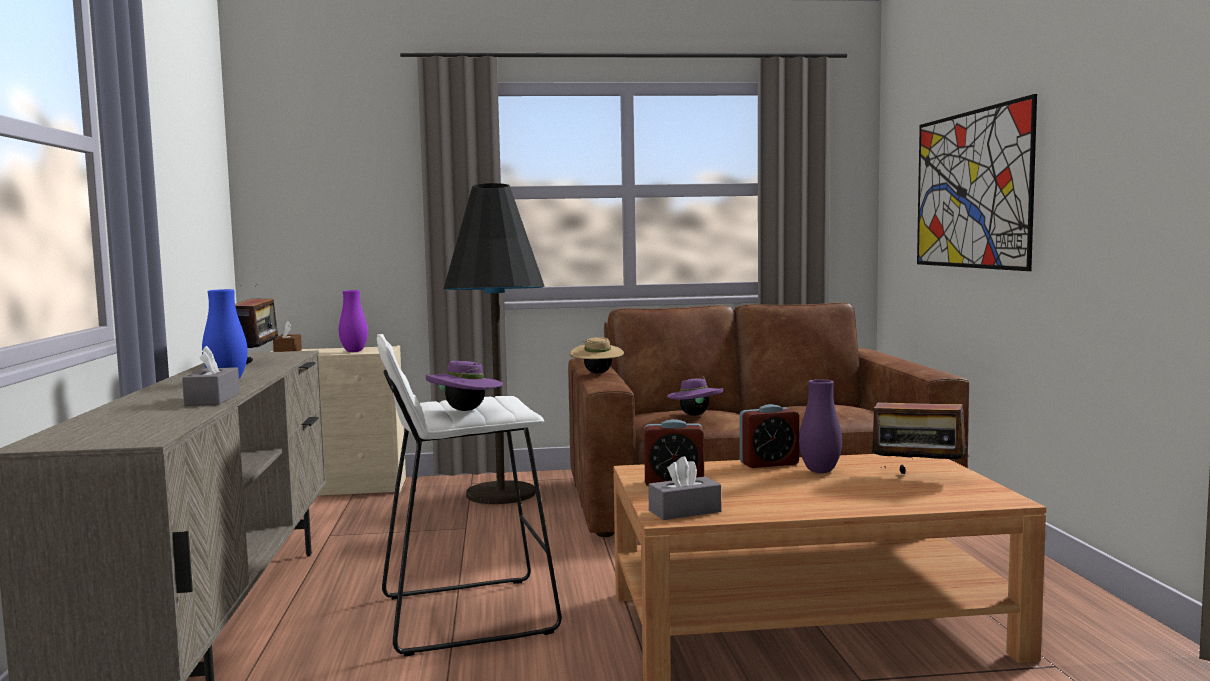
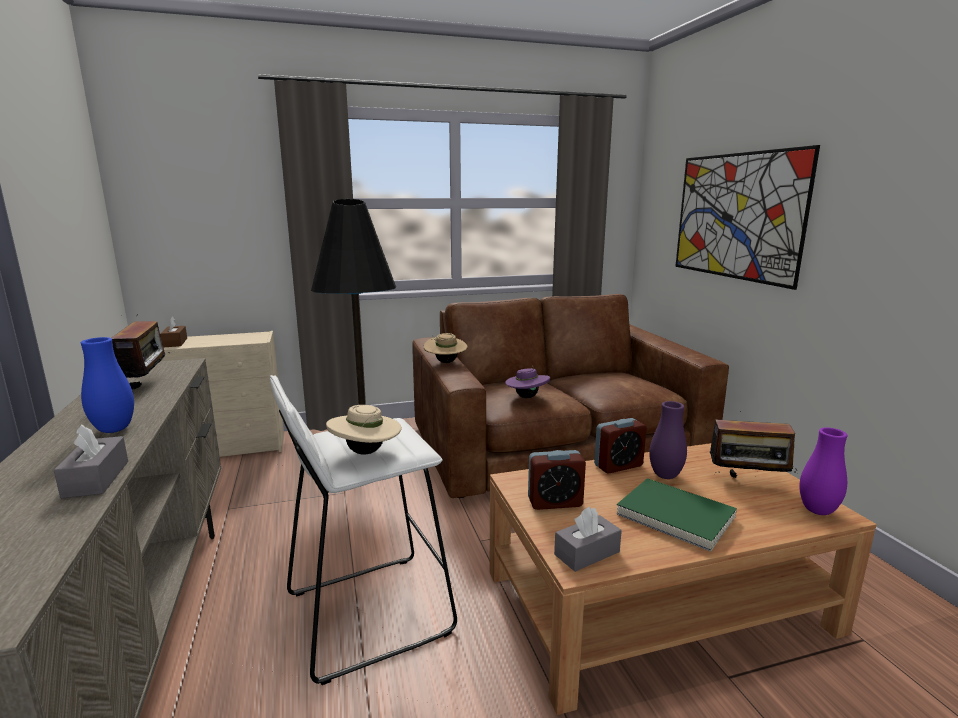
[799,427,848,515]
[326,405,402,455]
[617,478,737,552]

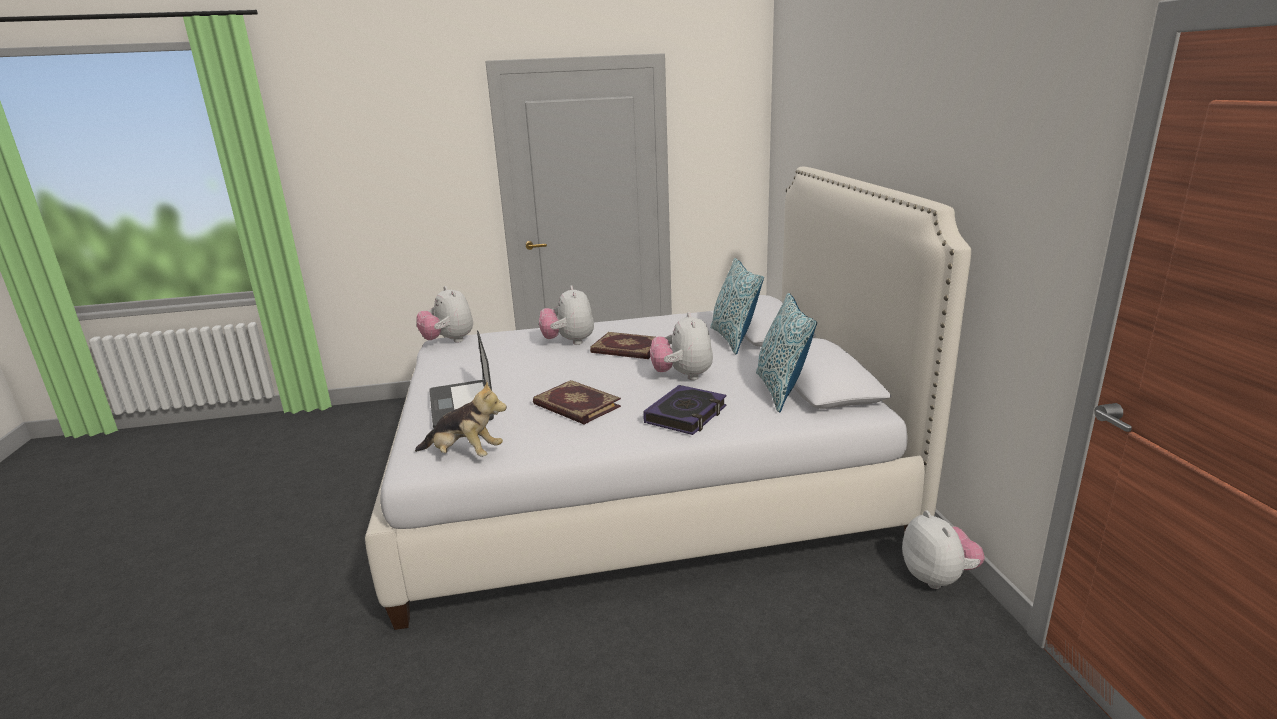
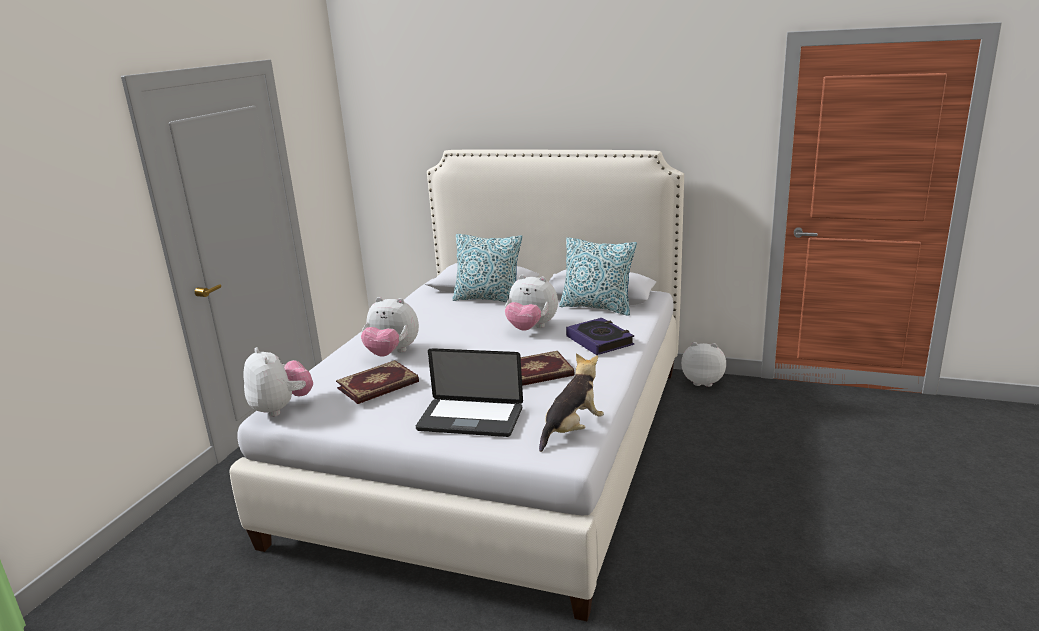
[243,347,313,417]
[336,360,419,404]

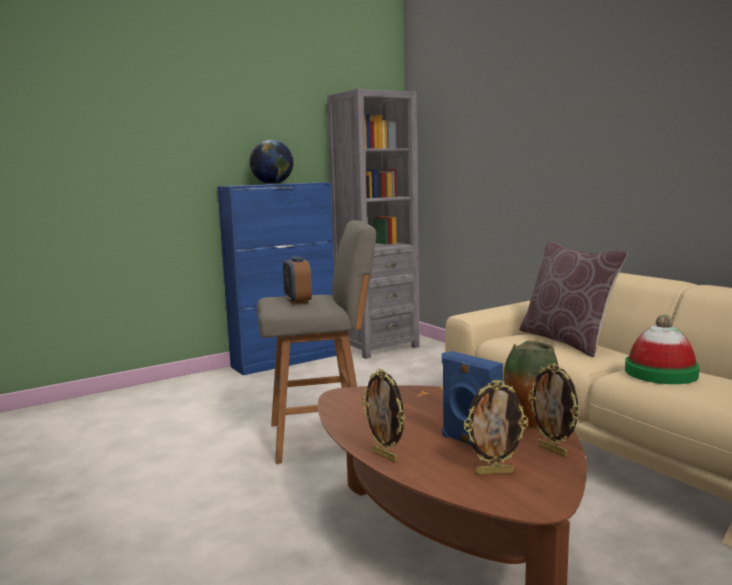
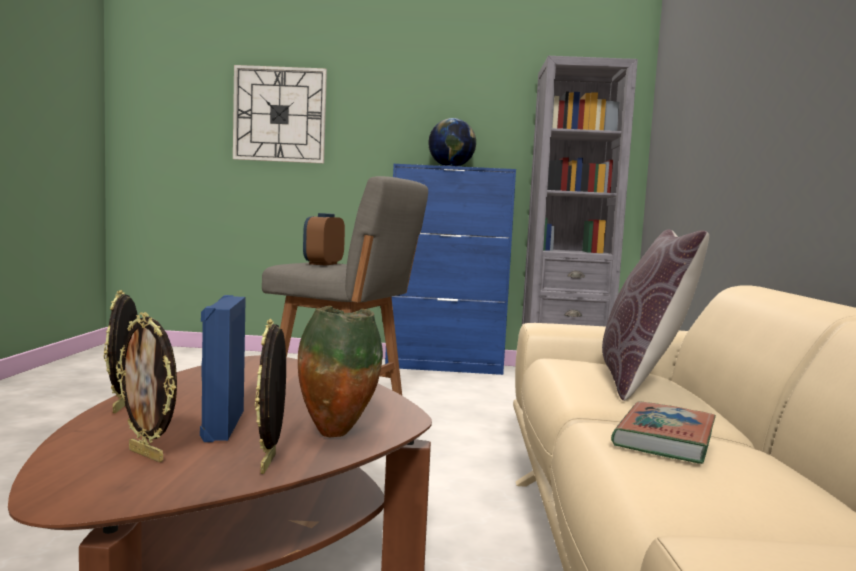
[611,401,716,464]
[233,65,327,164]

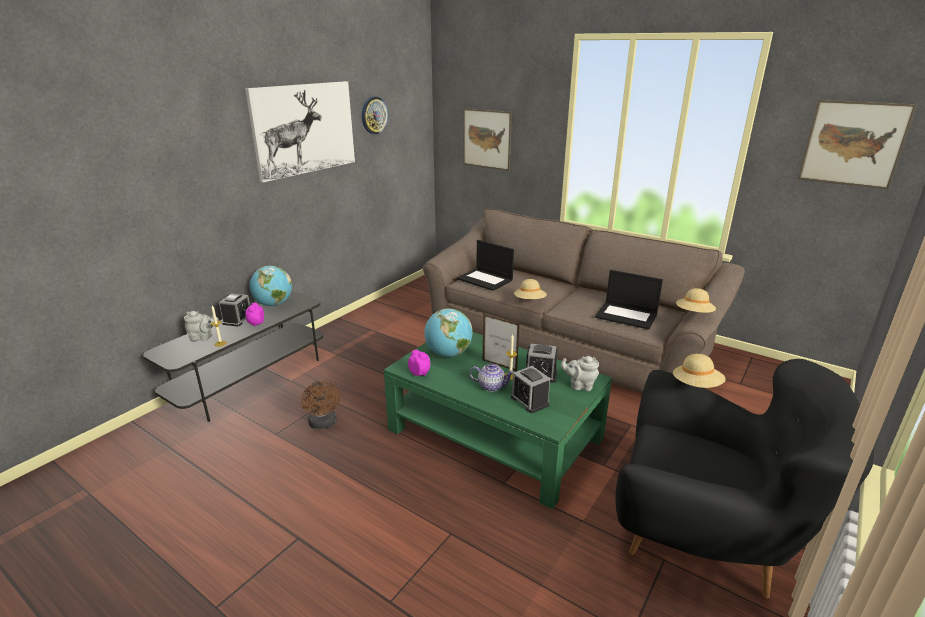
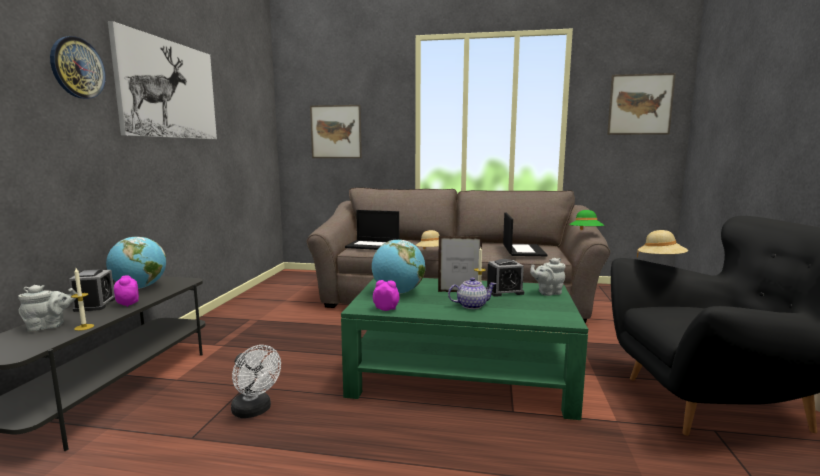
[231,345,281,418]
[50,36,106,99]
[511,366,550,413] (first image)
[503,212,548,256]
[569,210,605,230]

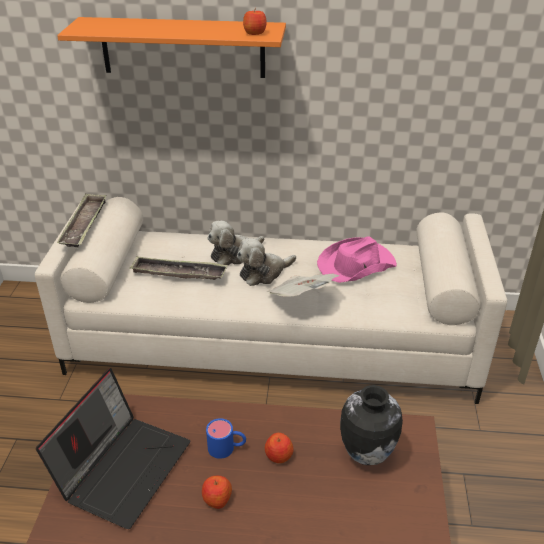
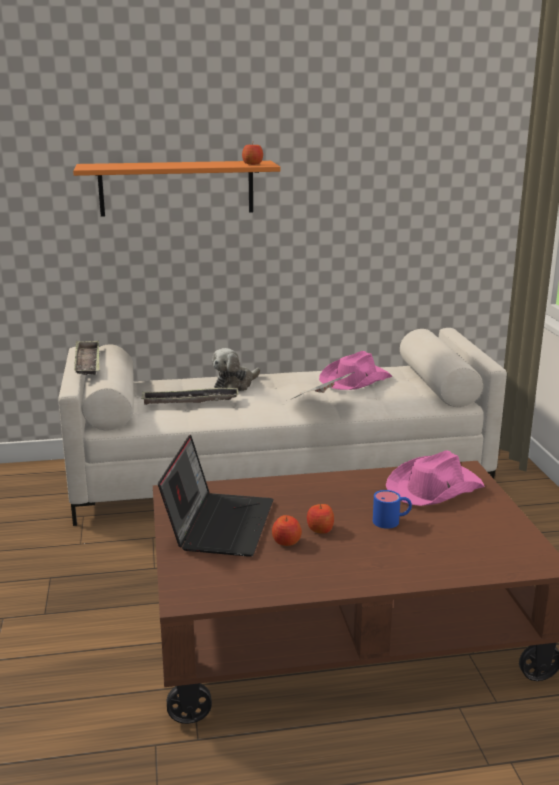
[373,490,412,529]
[237,238,296,286] (first image)
[272,515,302,546]
[386,451,485,506]

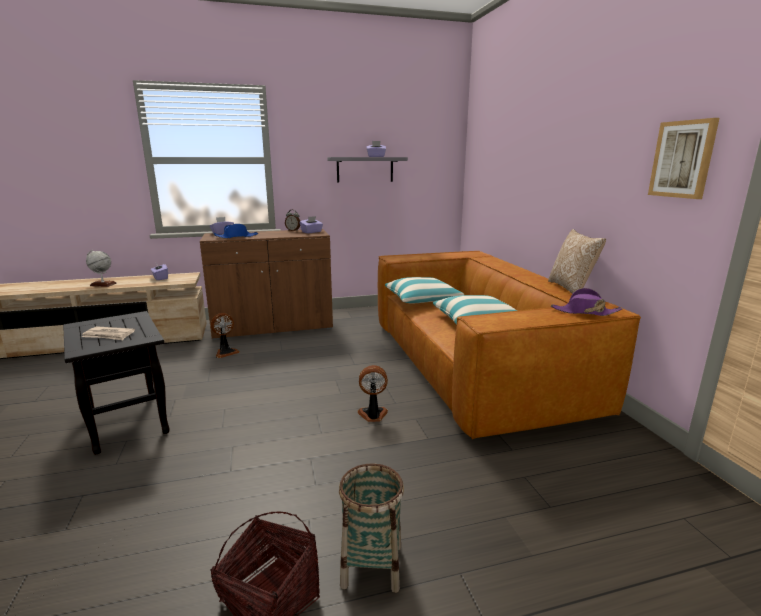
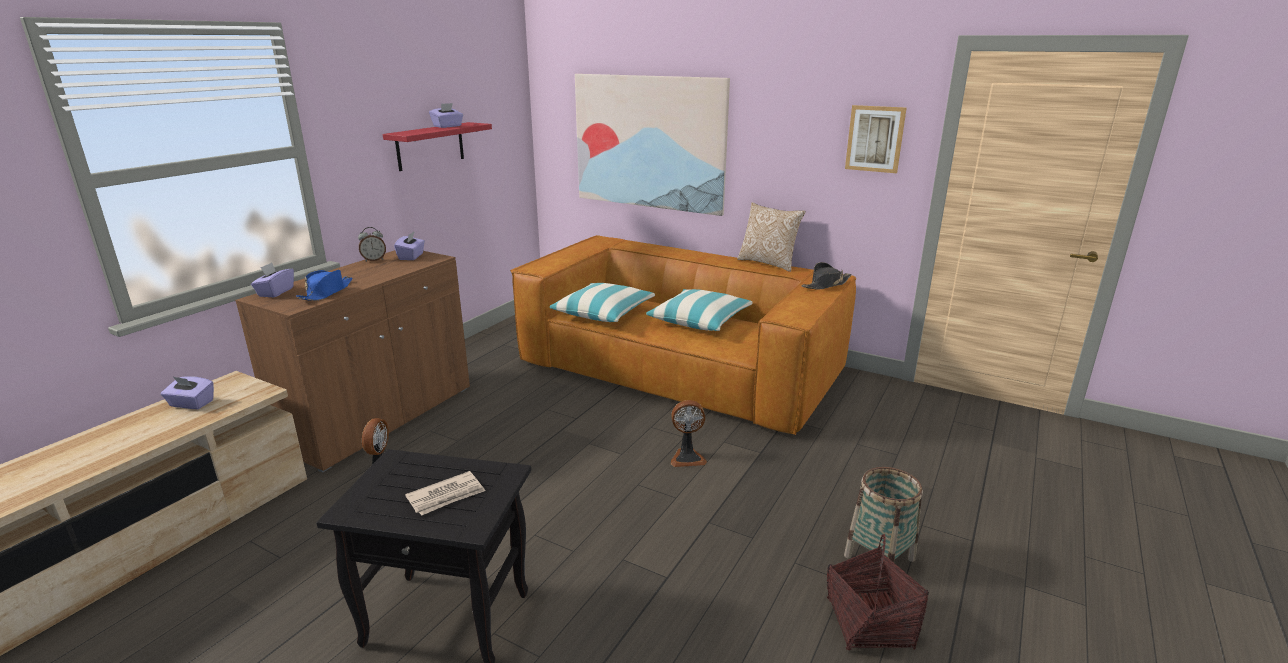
[86,250,117,287] (first image)
[383,122,492,171]
[670,400,707,467]
[801,262,852,289]
[575,74,730,216]

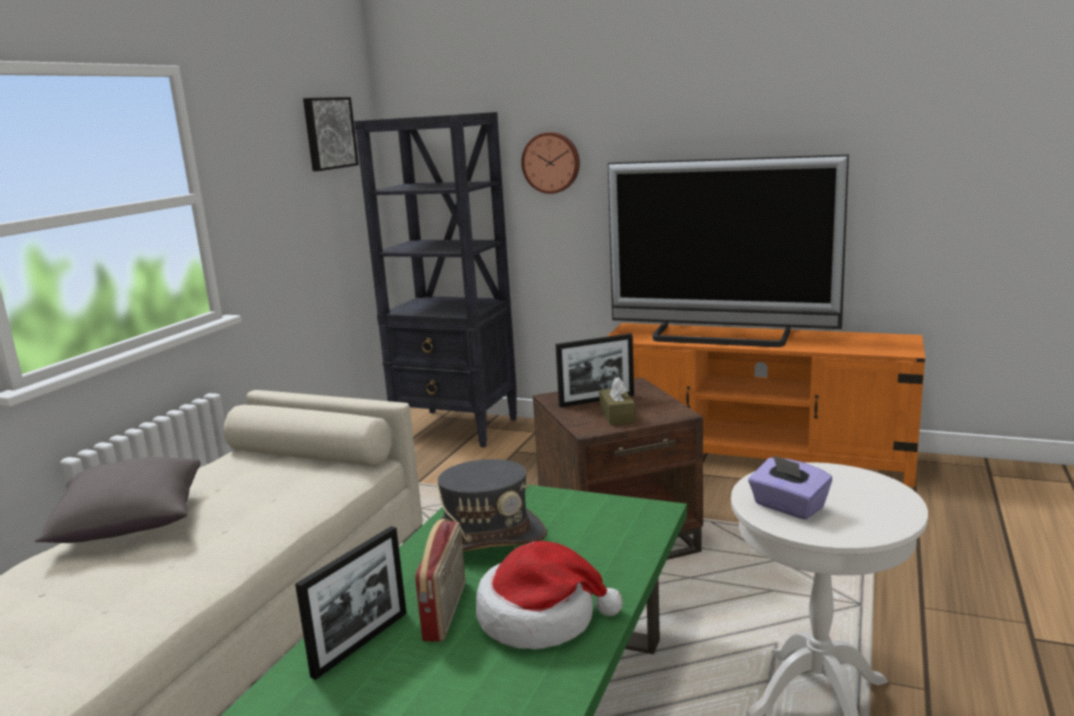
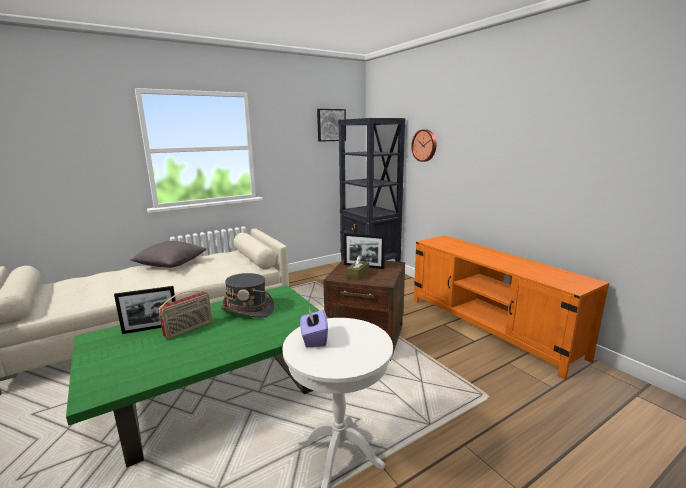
[476,541,622,649] (first image)
[608,154,849,347] (first image)

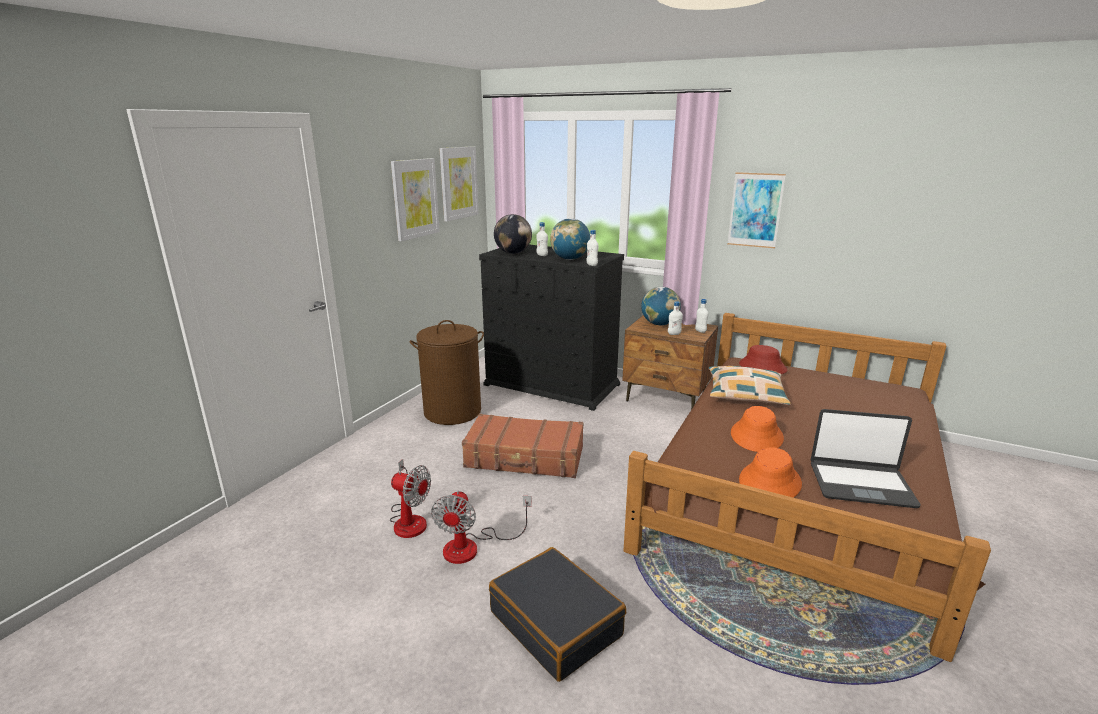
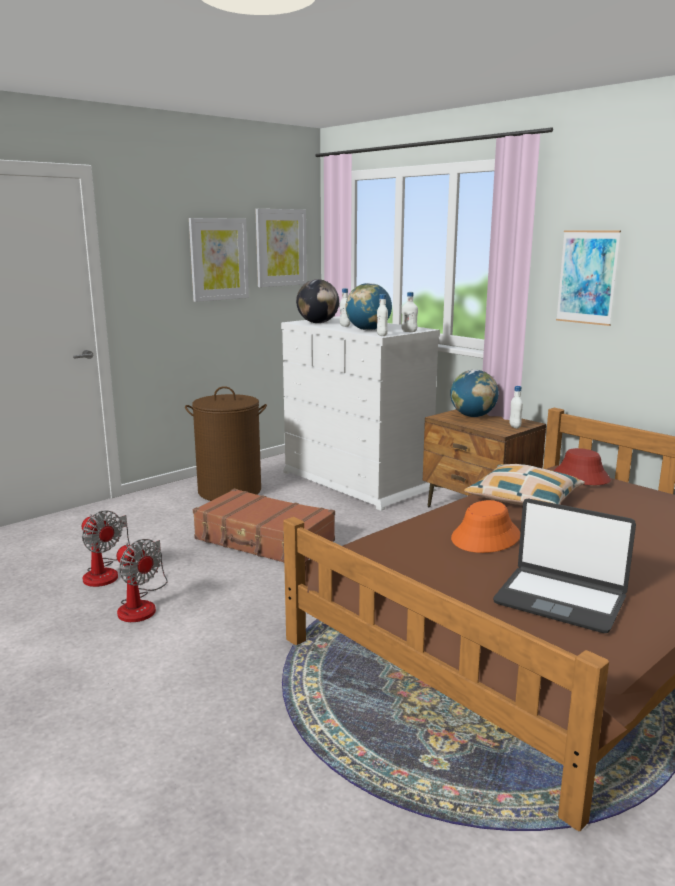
[117,539,168,622]
[281,316,440,511]
[489,547,626,682] (first image)
[401,292,418,332]
[739,447,802,498] (first image)

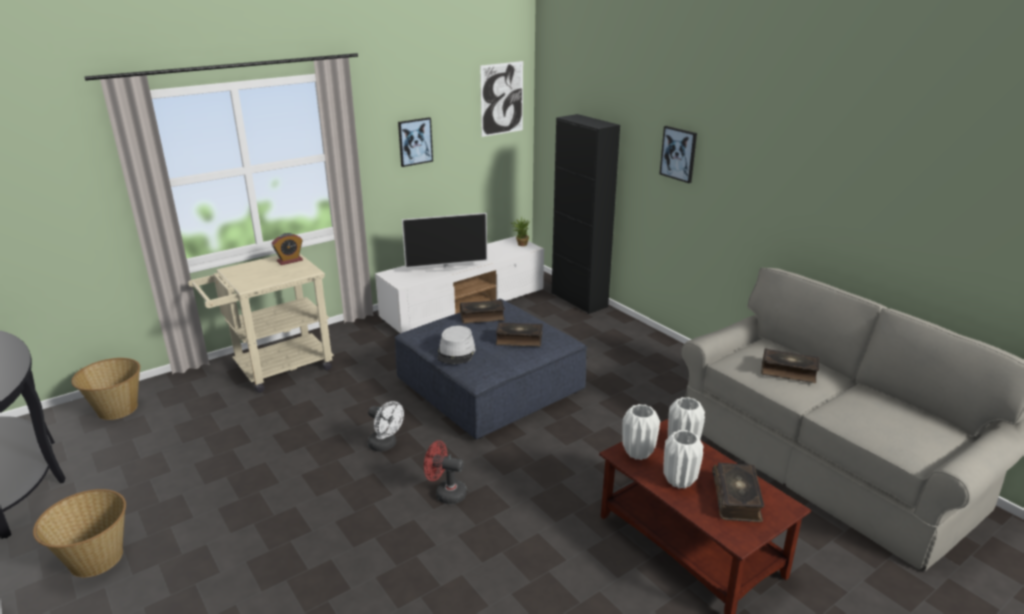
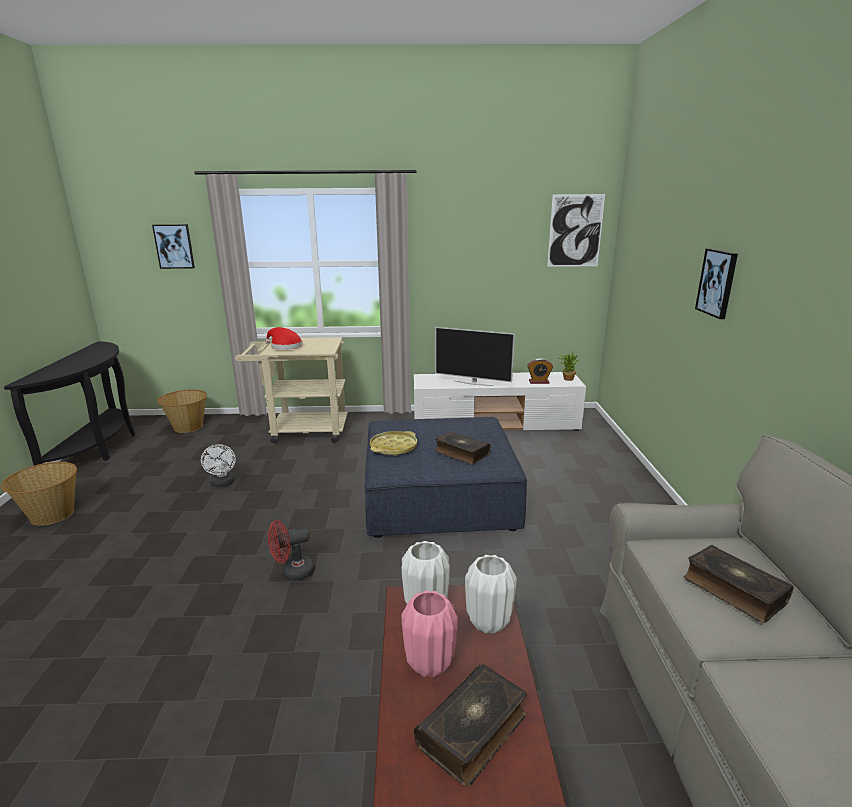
[527,358,553,384]
[201,444,236,487]
[152,224,195,269]
[268,520,315,581]
[370,431,417,456]
[460,300,505,324] (first image)
[552,114,620,314] (first image)
[401,590,458,678]
[265,327,303,350]

